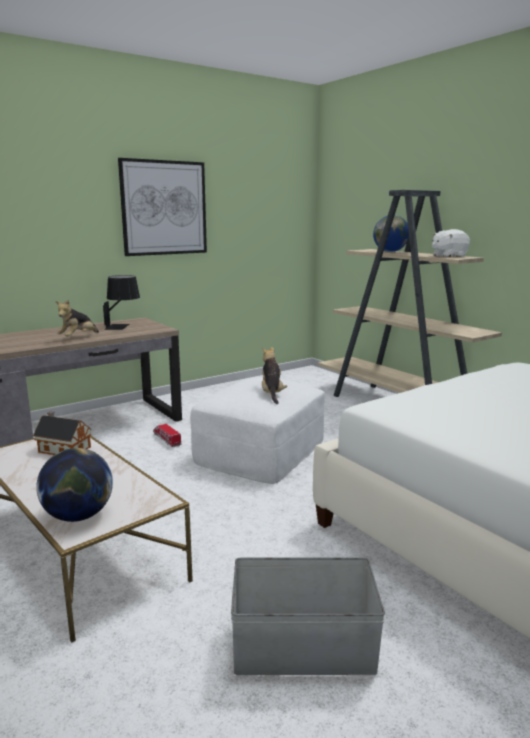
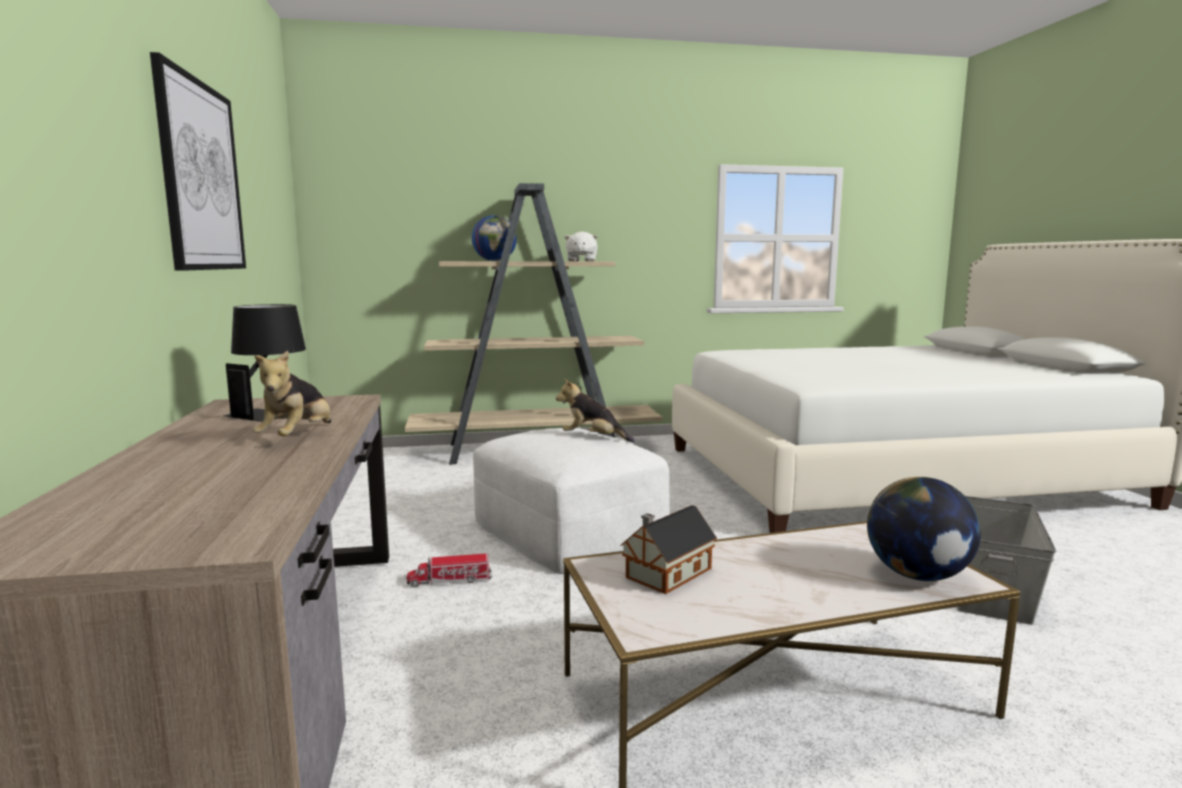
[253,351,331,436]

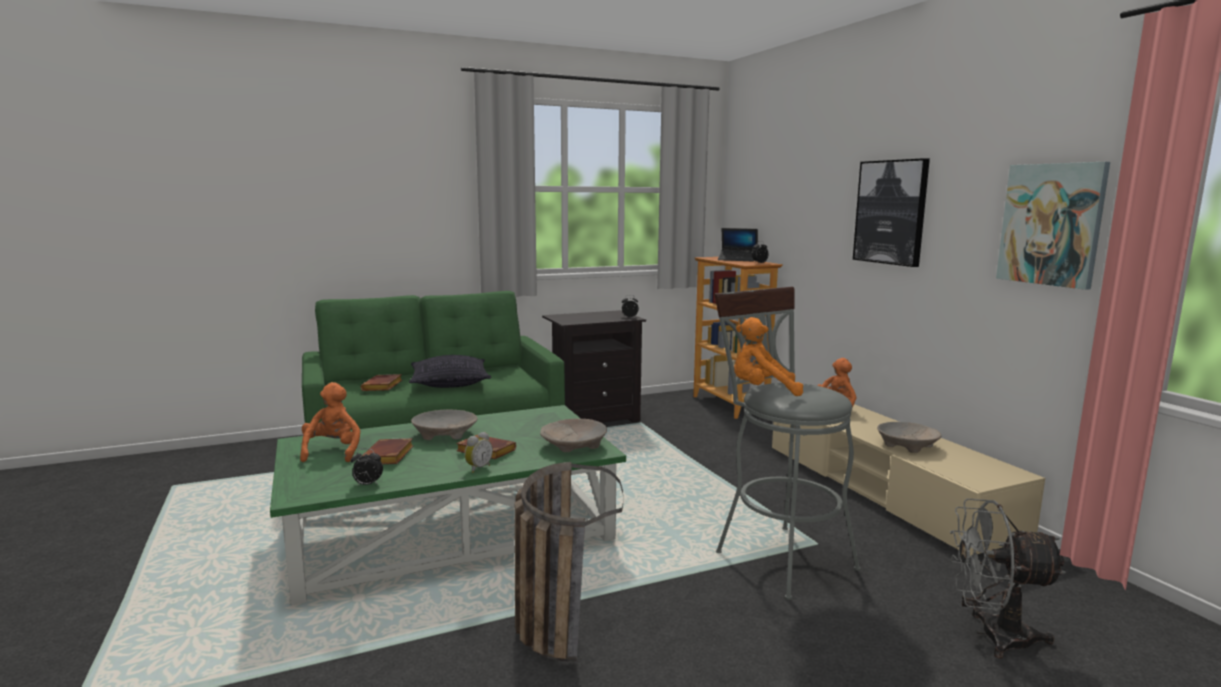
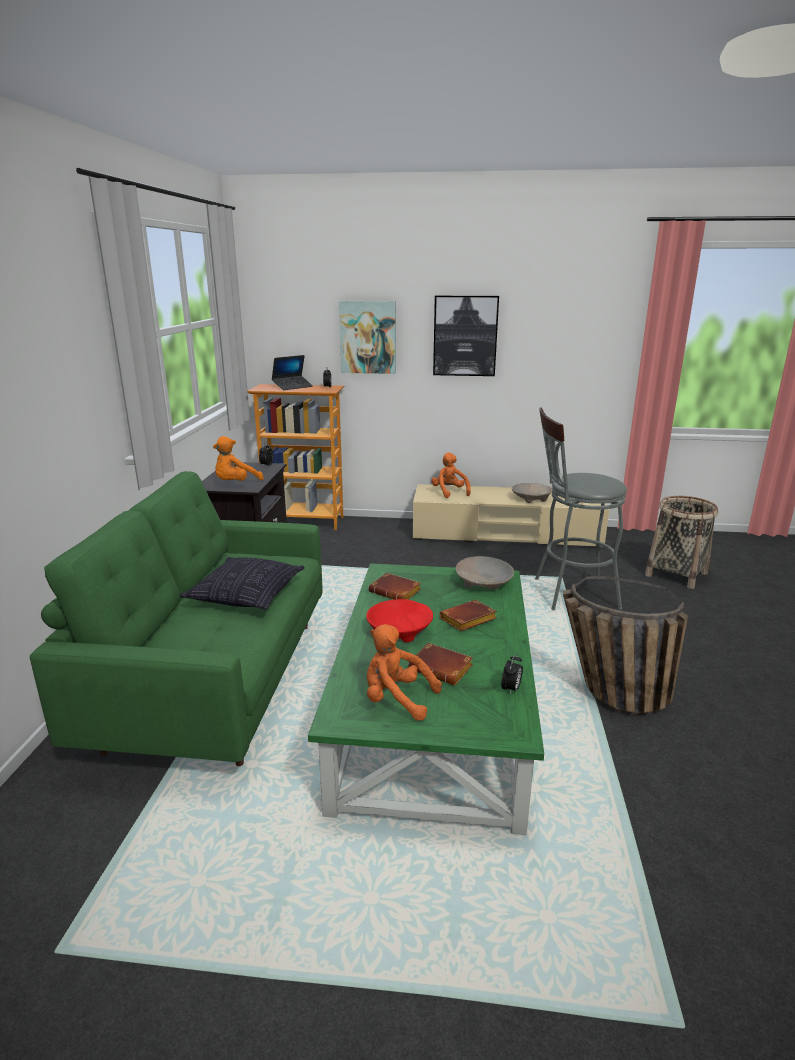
[368,573,421,600]
[366,599,433,642]
[465,432,493,473] (first image)
[213,436,264,481]
[645,496,718,589]
[339,301,396,374]

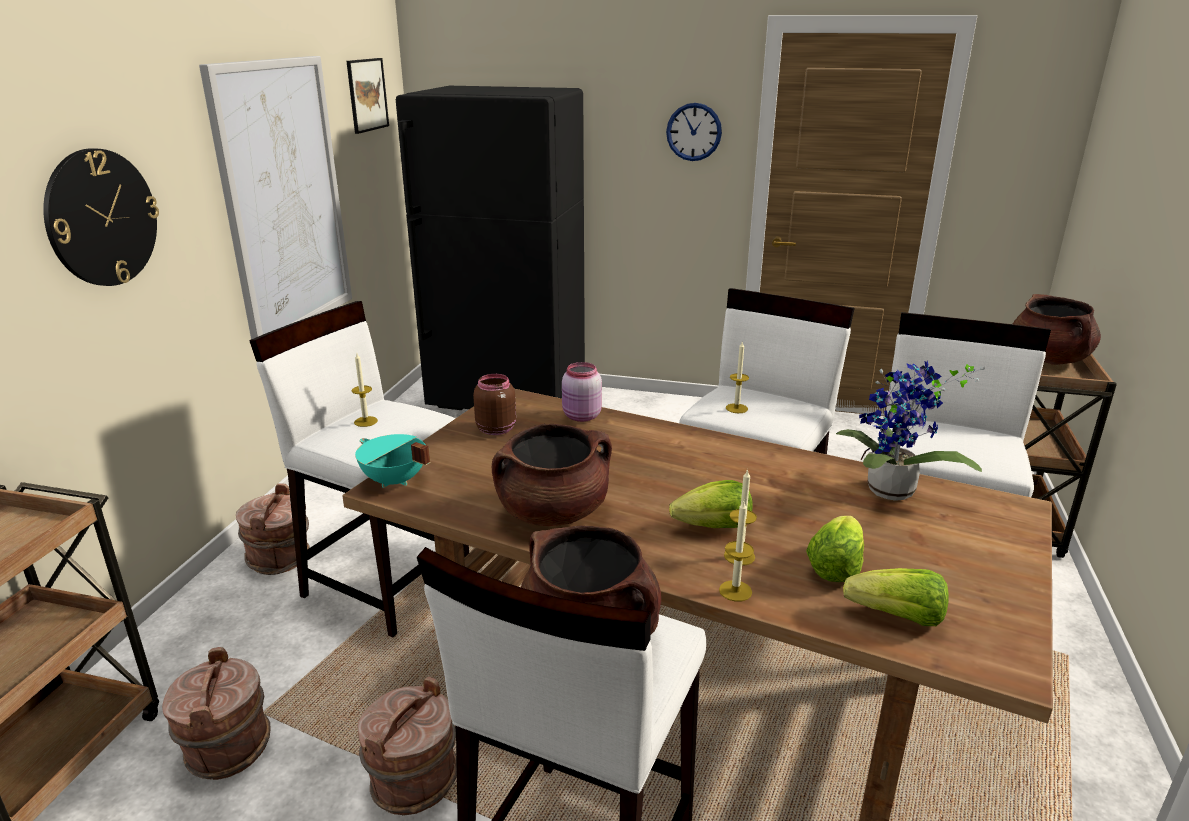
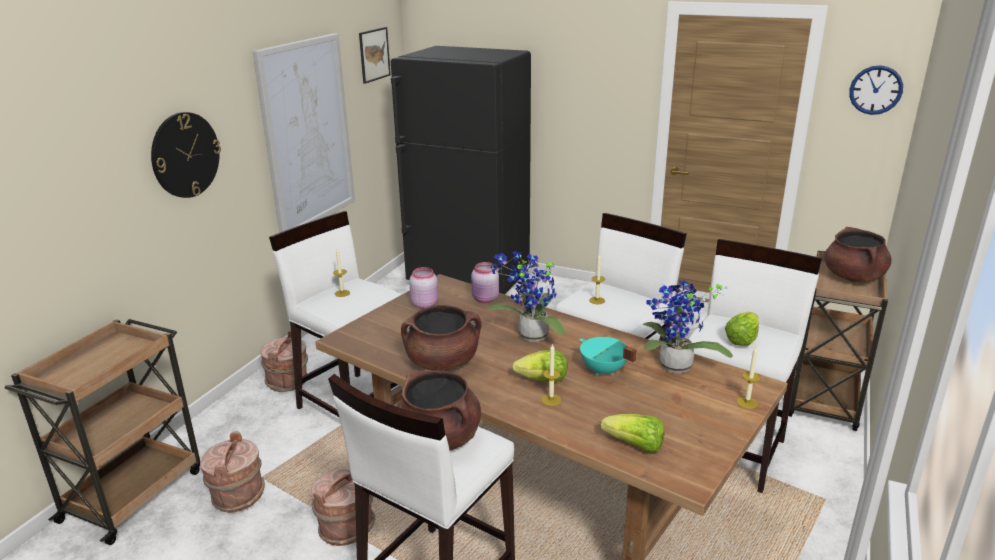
[579,337,637,375]
[409,267,438,309]
[849,65,903,115]
[737,347,761,409]
[725,312,759,346]
[487,251,566,342]

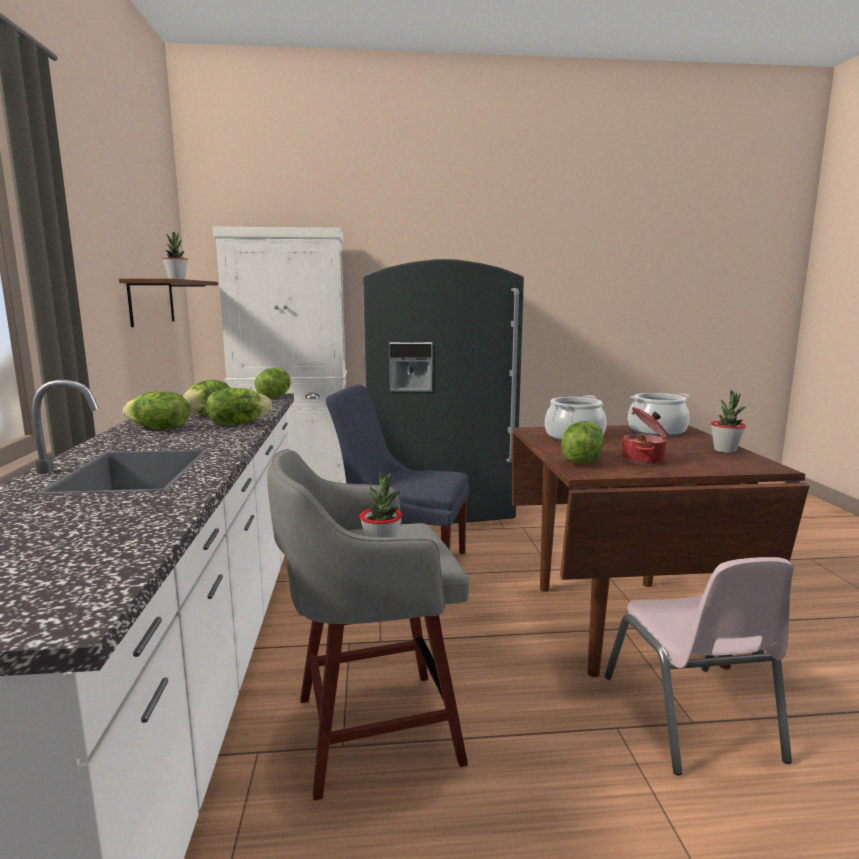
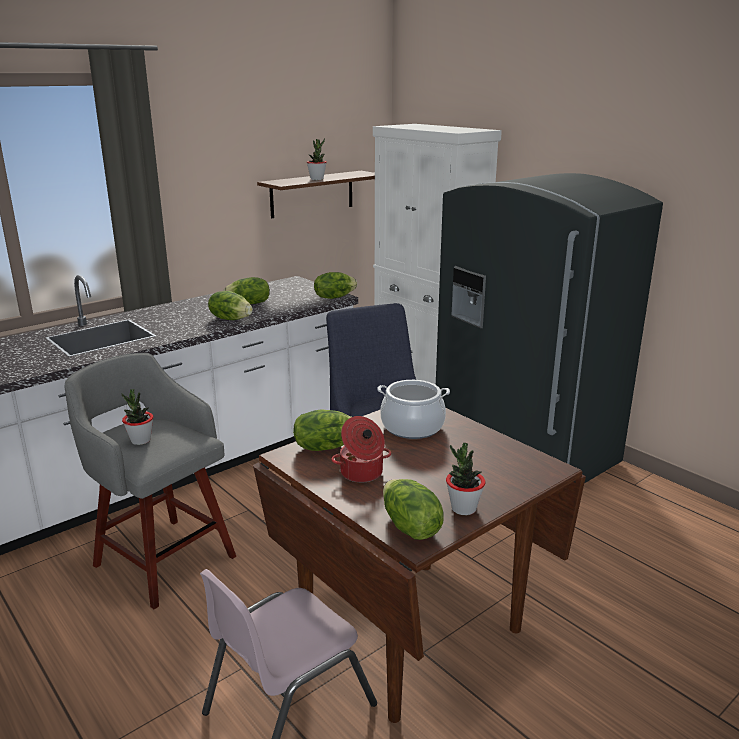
[383,479,444,540]
[628,393,689,437] (first image)

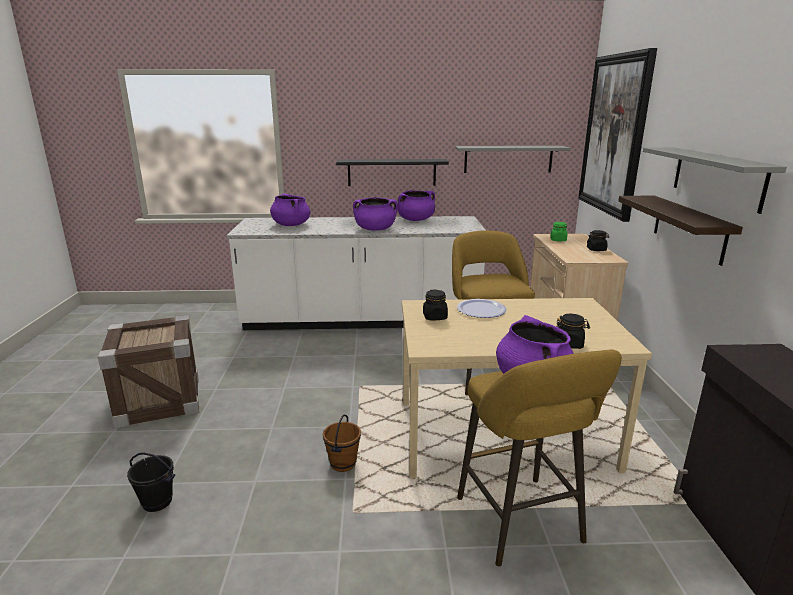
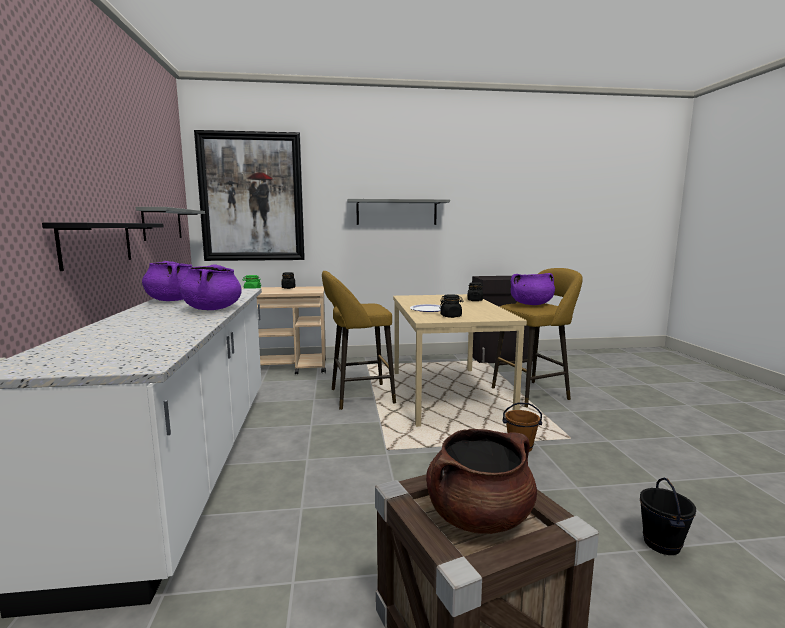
[270,193,310,226] (first image)
[618,196,743,266] (first image)
[426,429,537,534]

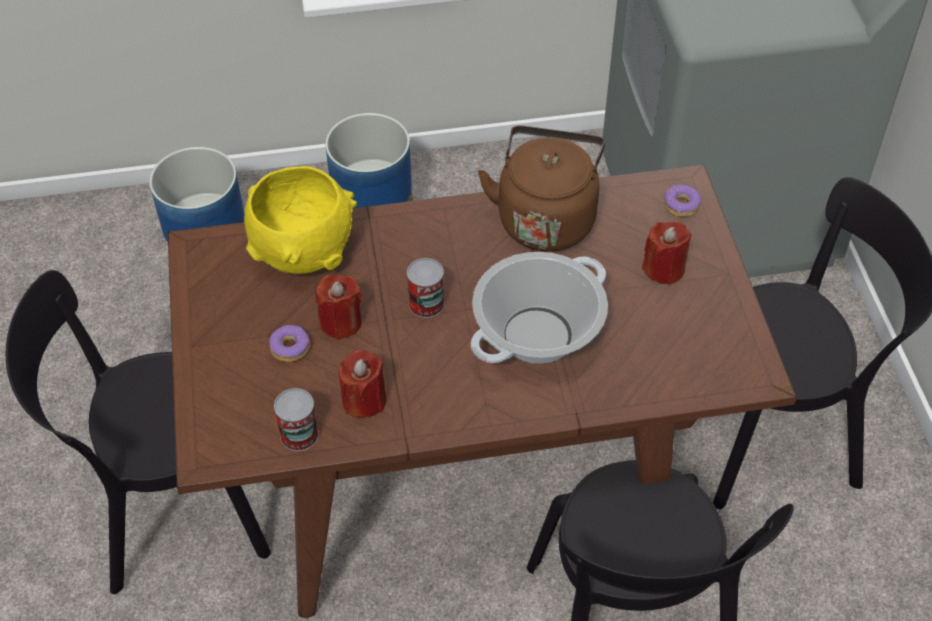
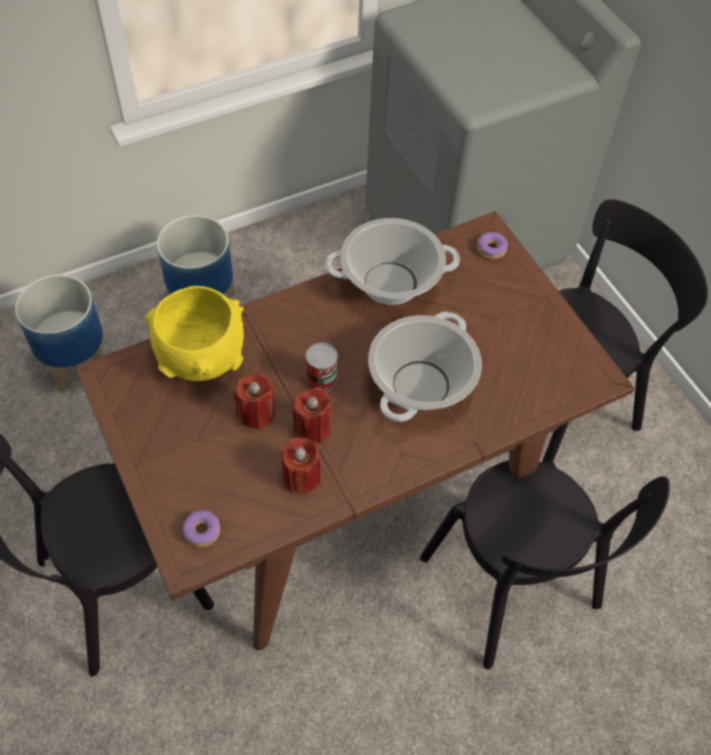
[183,510,220,547]
[274,388,319,451] (first image)
[325,218,460,305]
[293,387,331,443]

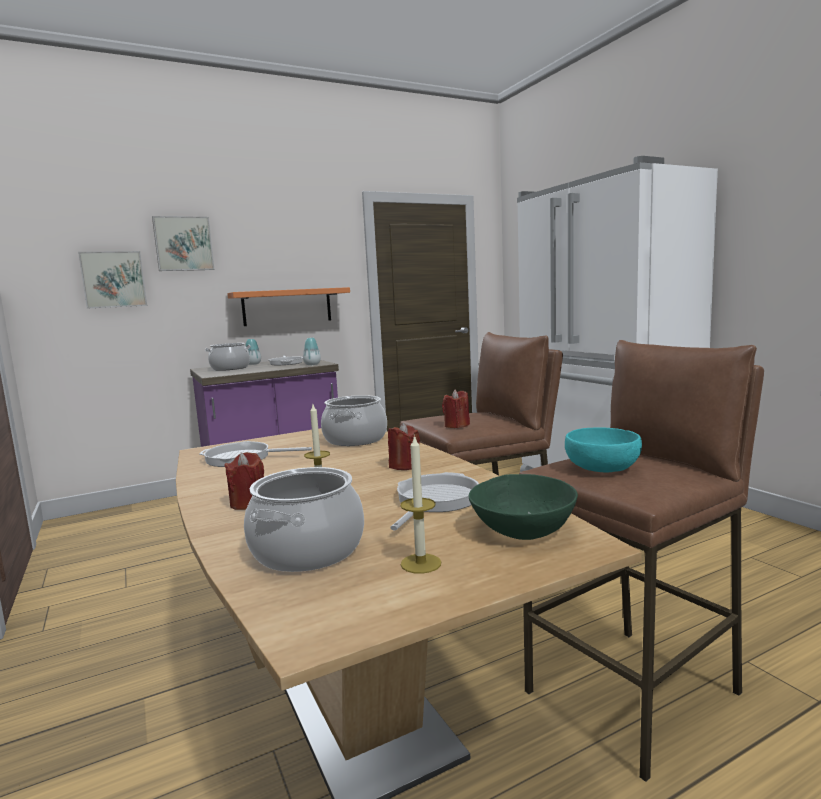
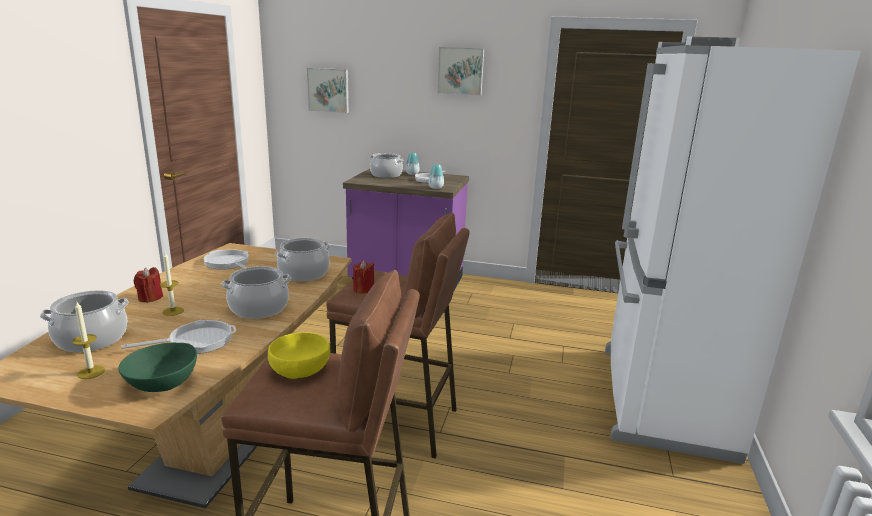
[438,47,484,96]
[227,287,350,326] (first image)
[221,266,291,319]
[268,332,330,379]

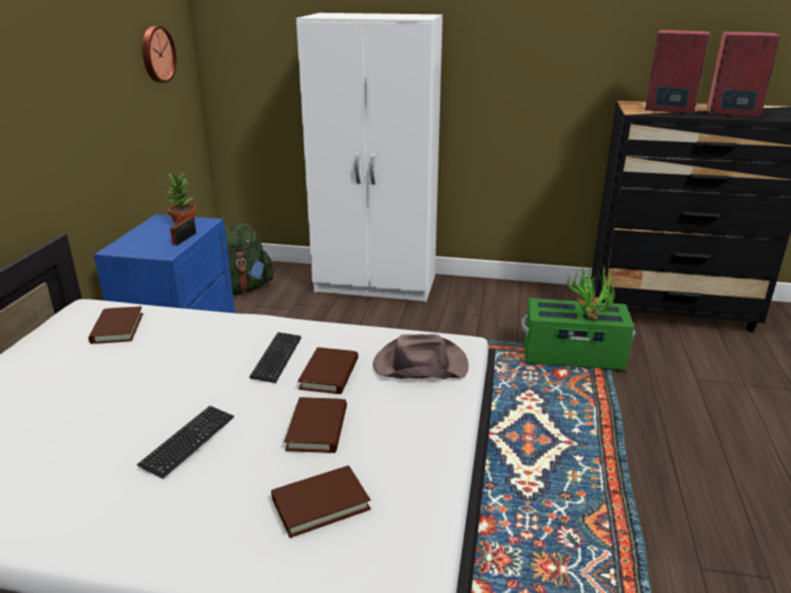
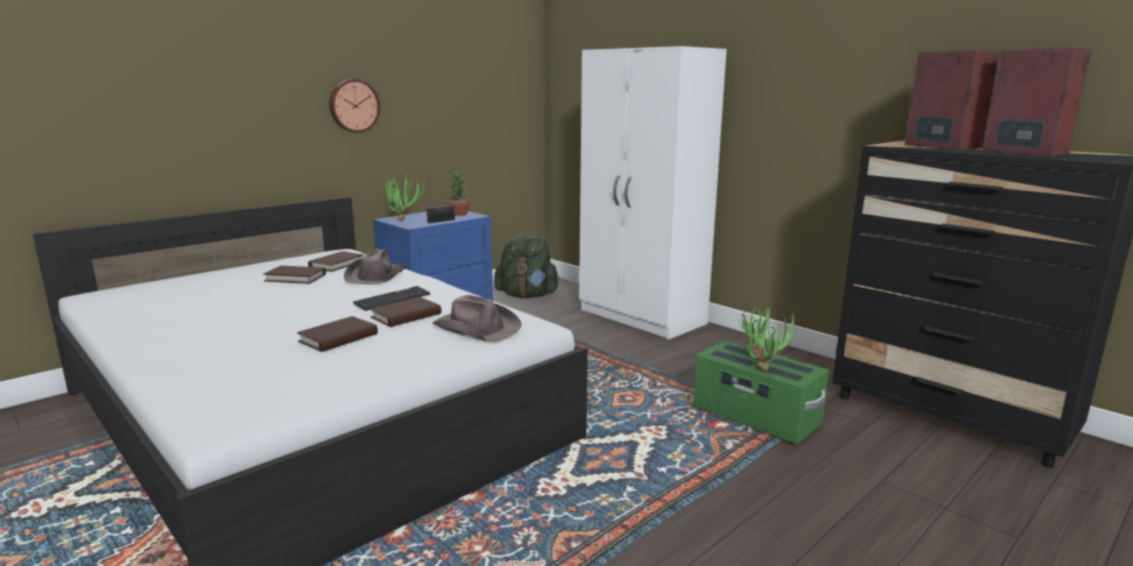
[137,406,234,479] (first image)
[329,79,380,133]
[263,266,326,284]
[344,249,406,284]
[385,175,425,221]

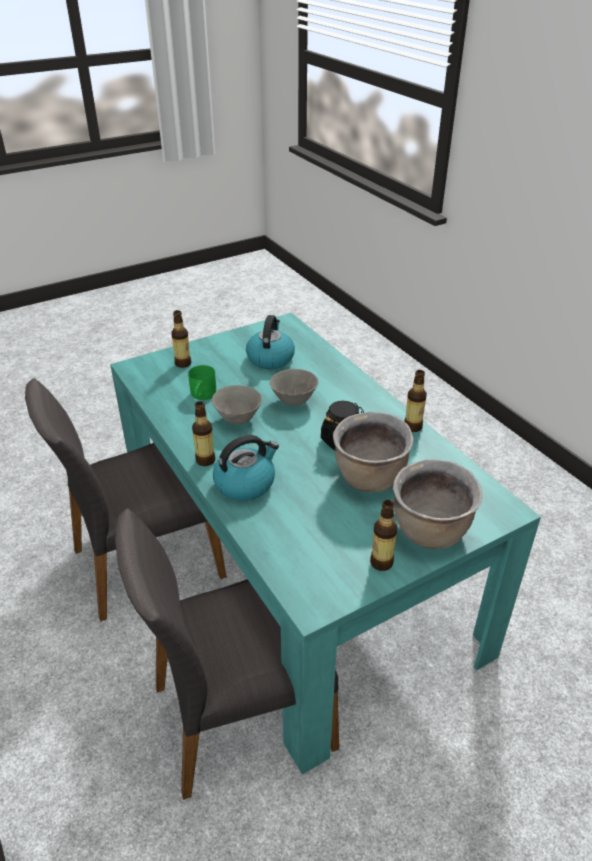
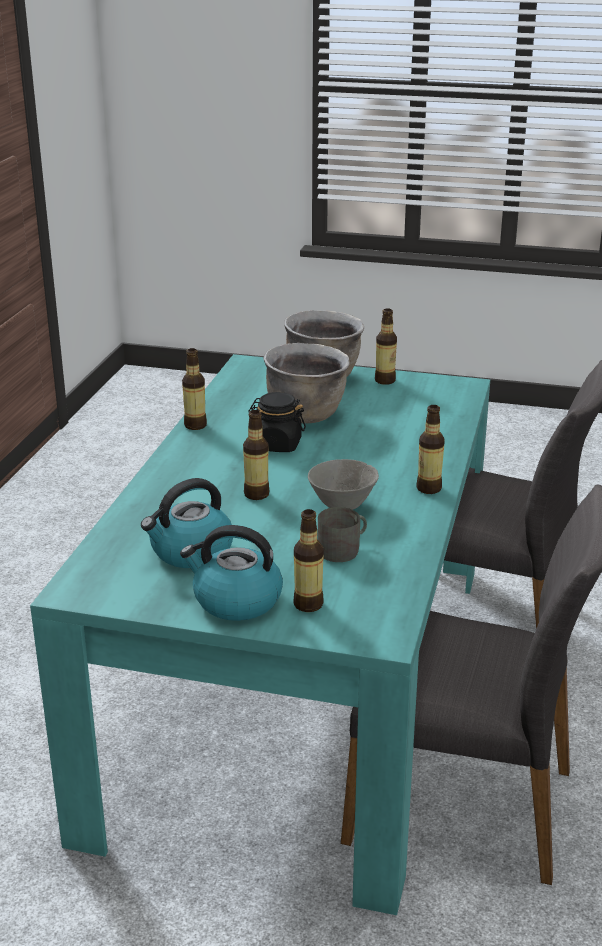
[318,507,367,562]
[180,525,283,621]
[243,410,270,500]

